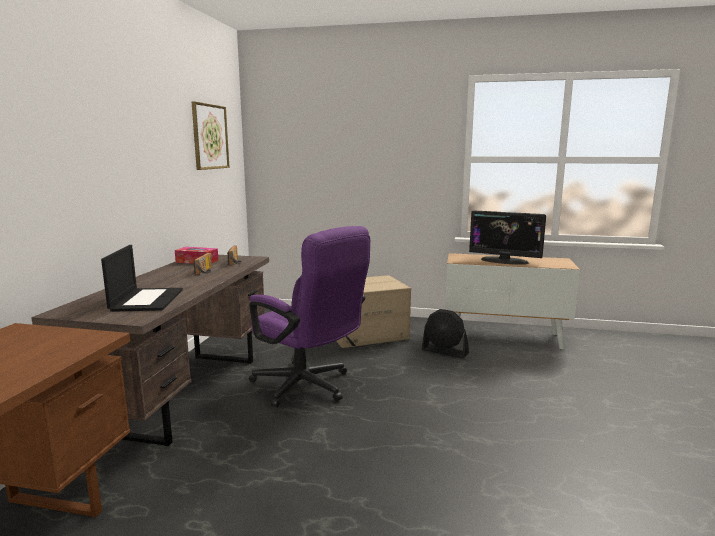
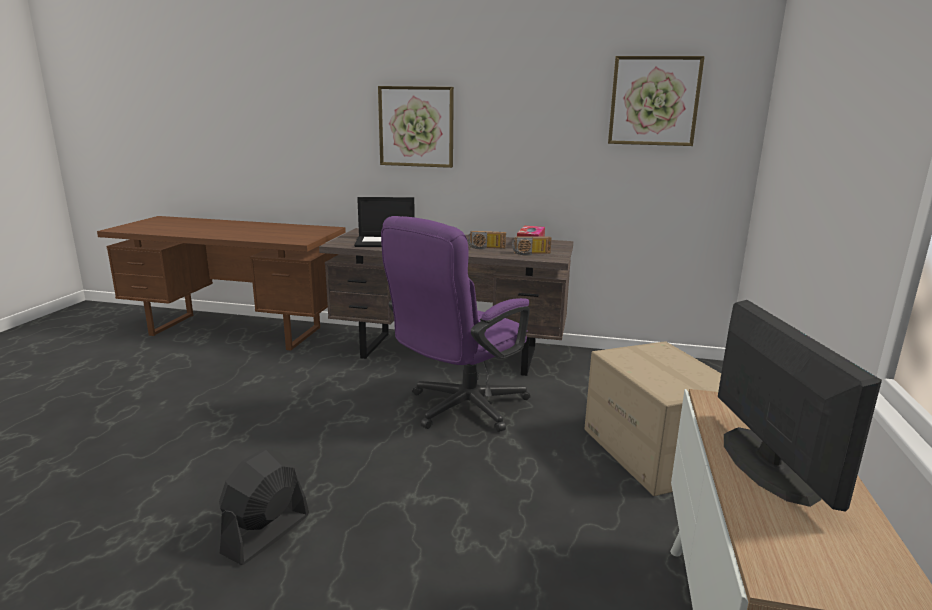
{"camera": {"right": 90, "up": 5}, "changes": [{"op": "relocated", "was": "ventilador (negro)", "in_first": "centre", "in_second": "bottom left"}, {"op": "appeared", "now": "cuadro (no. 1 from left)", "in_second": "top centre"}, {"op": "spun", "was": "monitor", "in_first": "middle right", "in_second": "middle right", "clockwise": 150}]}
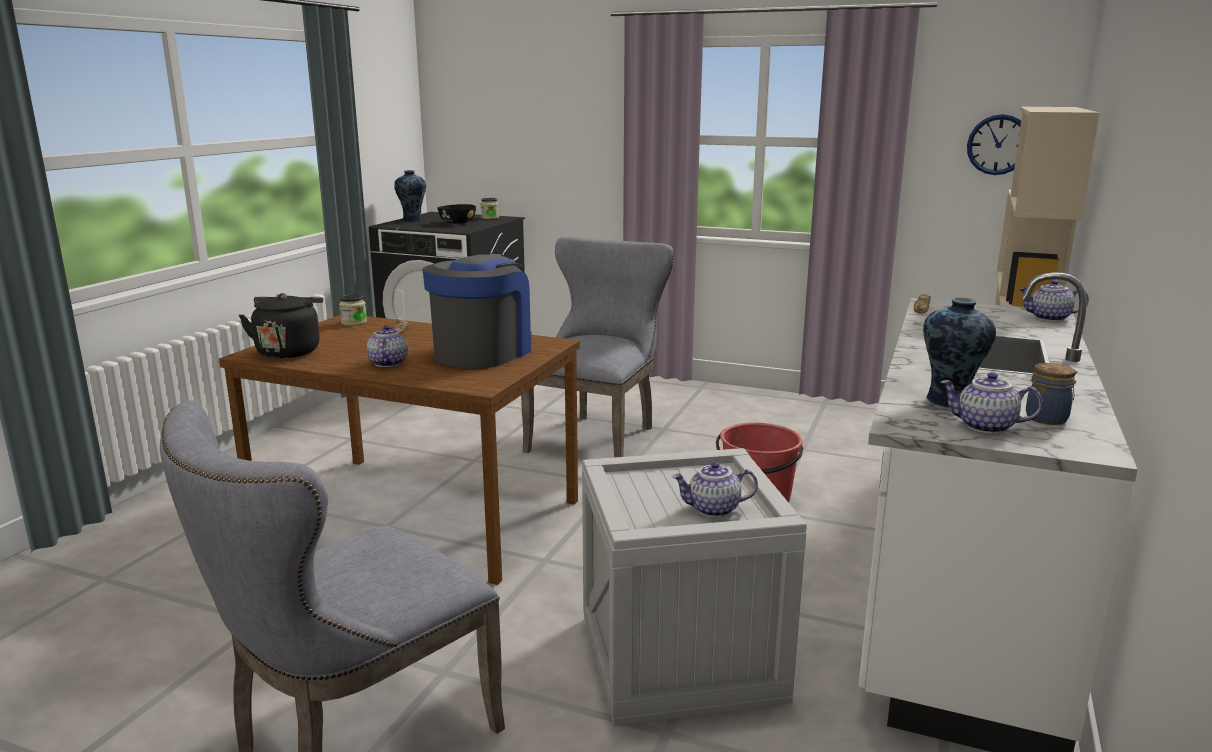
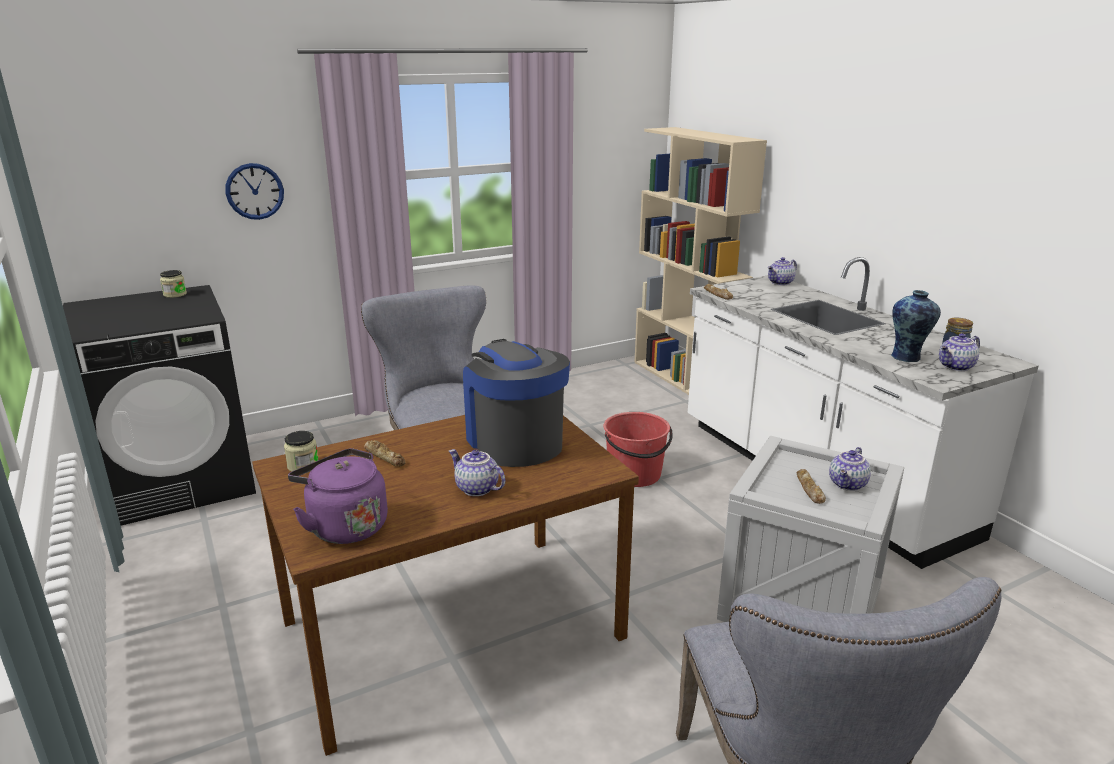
{"camera": {"right": -50, "up": 5}, "changes": [{"op": "relocated", "was": "reloj de pared", "in_first": "top right", "in_second": "top left"}, {"op": "colour", "was": "hervidor (negro)", "now": "hervidor (morado)", "in_first": "middle left", "in_second": "middle left"}, {"op": "appeared", "now": "pan (no. 3 from left)", "in_second": "middle right"}, {"op": "missing", "was": "florero (no. 1 from left)", "in_first": "top centre"}, {"op": "missing", "was": "cuenco (negro)", "in_first": "top centre"}]}
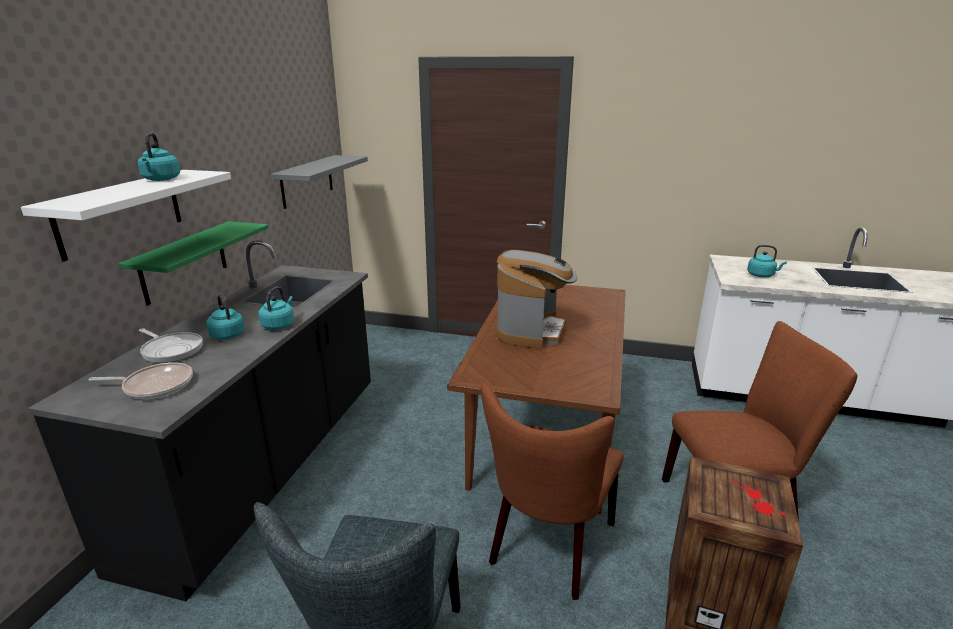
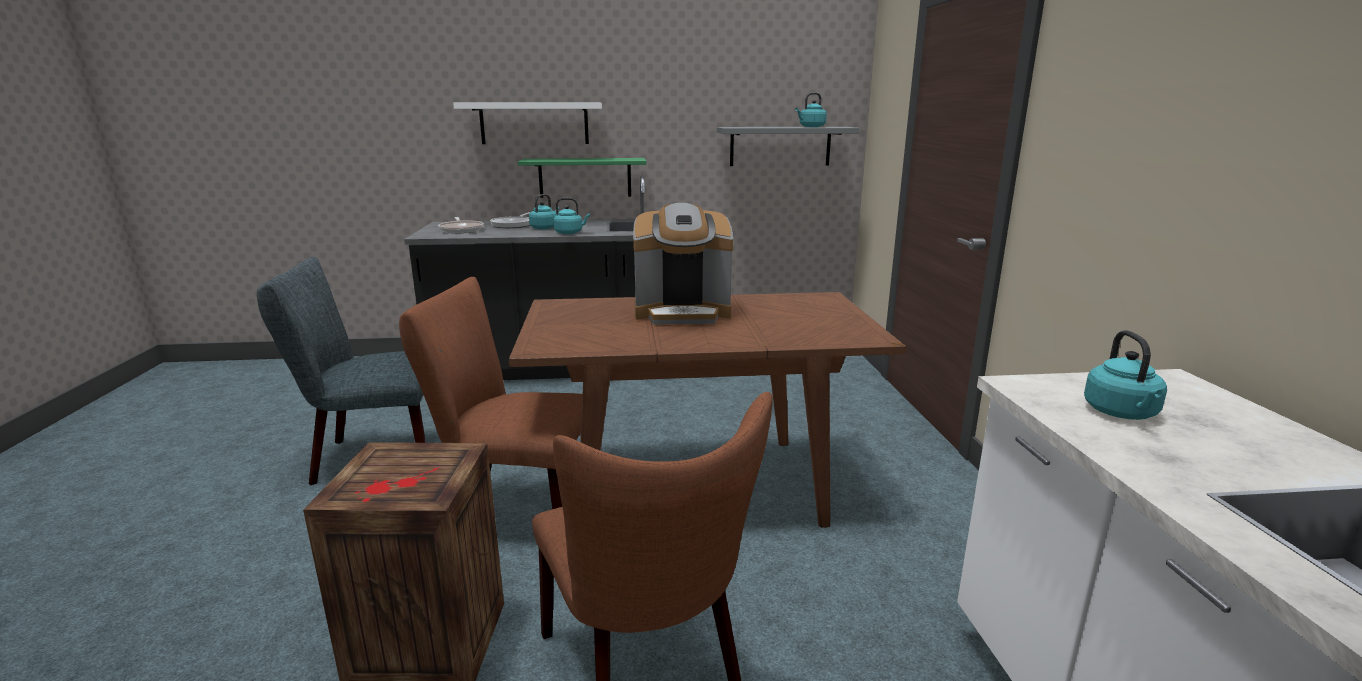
{"camera": {"right": 70, "up": -5}, "changes": [{"op": "relocated", "was": "hervidor (turquesa) (no. 1 from left in the first image)", "now": "hervidor (turquesa) (no. 3 from left)", "in_first": "top left", "in_second": "top centre"}]}
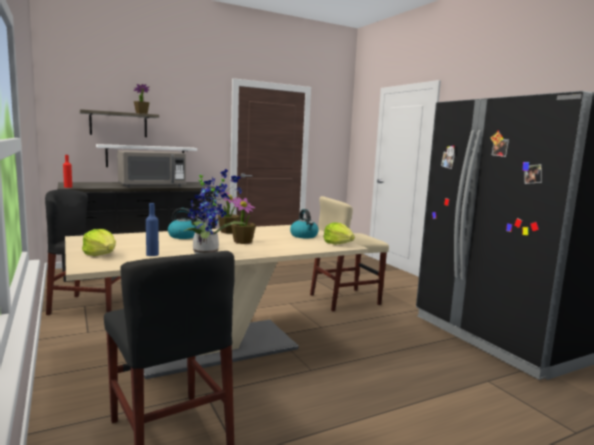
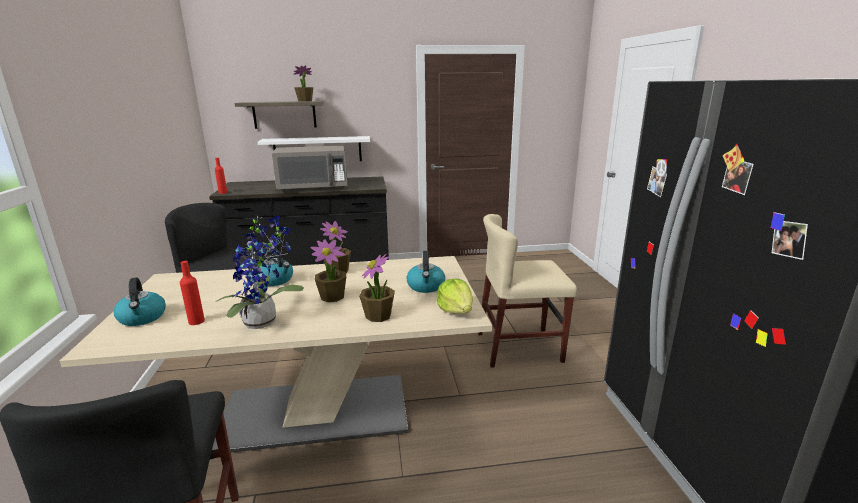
{"camera": {"right": 20, "up": 10}, "changes": [{"op": "exchanged", "was": "lechuga (no. 1 from left)", "now": "hervidor (no. 1 from left)", "in_first": "middle left", "in_second": "middle left"}, {"op": "colour", "was": "botella (azul)", "now": "botella (rojo) (no. 1 from left)", "in_first": "middle left", "in_second": "middle left"}, {"op": "appeared", "now": "planta en maceta (no. 5 from left)", "in_second": "centre"}]}
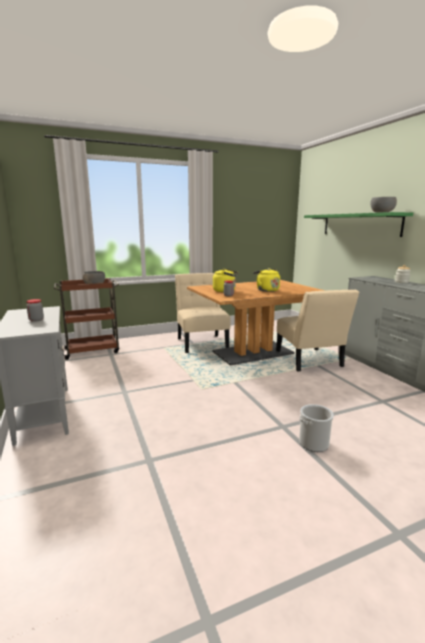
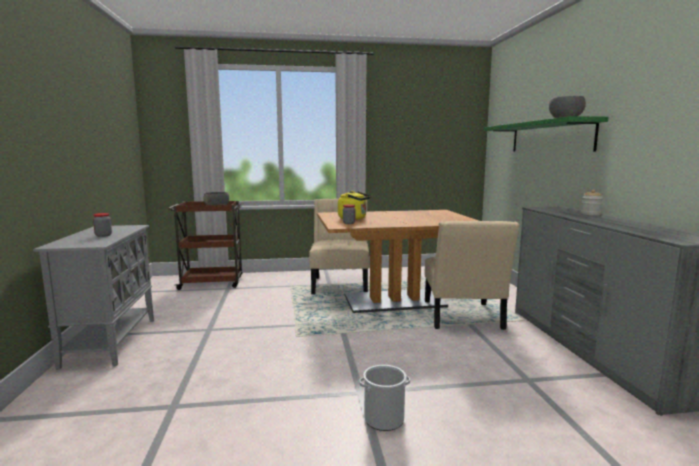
{"camera": {"right": 15, "up": -5}, "changes": [{"op": "missing", "was": "hervidor (amarillo) (no. 2 from left)", "in_first": "centre"}]}
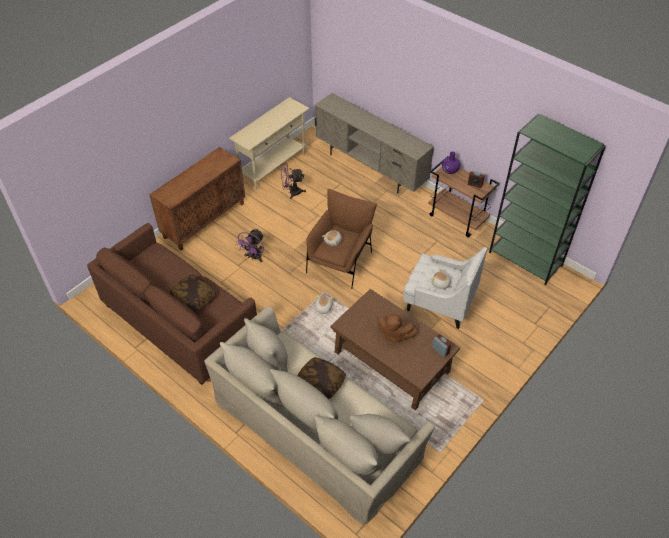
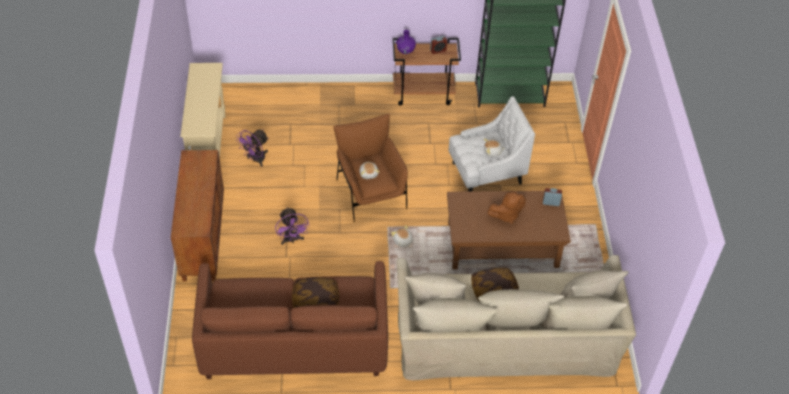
{"camera": {"right": -45, "up": 0}, "changes": [{"op": "missing", "was": "mueble de televisión (beis)", "in_first": "top centre"}]}
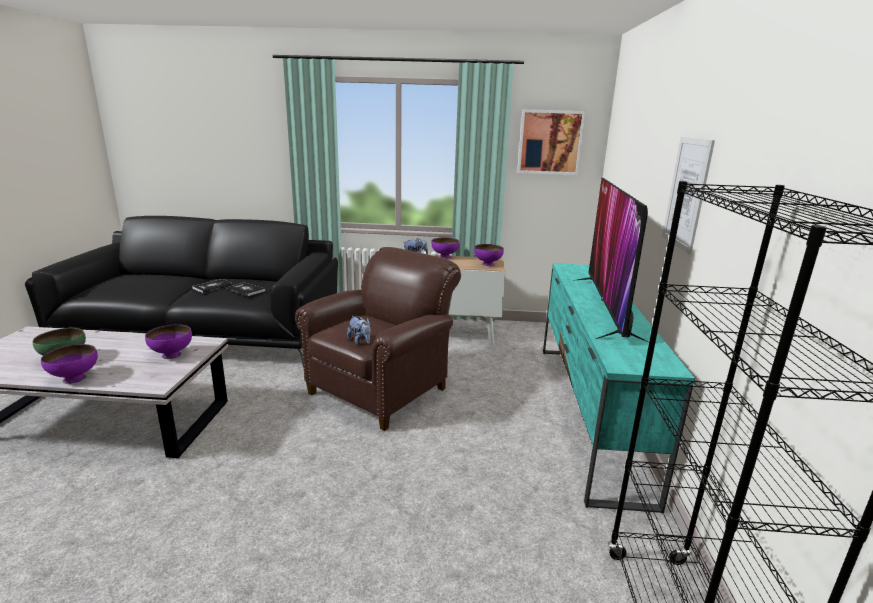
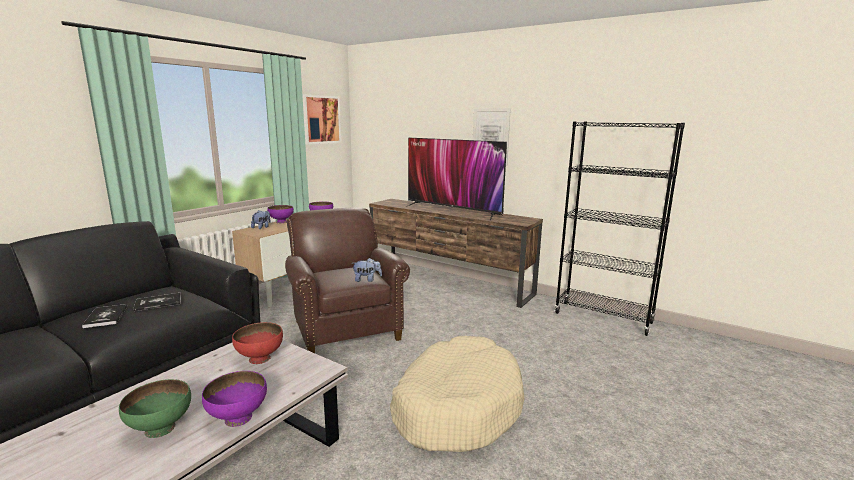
{"camera": {"right": -60, "up": -5}, "changes": [{"op": "colour", "was": "cuenco (morado) (no. 2 from left)", "now": "cuenco (rojo)", "in_first": "middle left", "in_second": "bottom left"}, {"op": "colour", "was": "mueble de televisión (turquesa)", "now": "mueble de televisión (marrón)", "in_first": "middle right", "in_second": "centre"}, {"op": "appeared", "now": "cama para perro (beis)", "in_second": "bottom centre"}]}
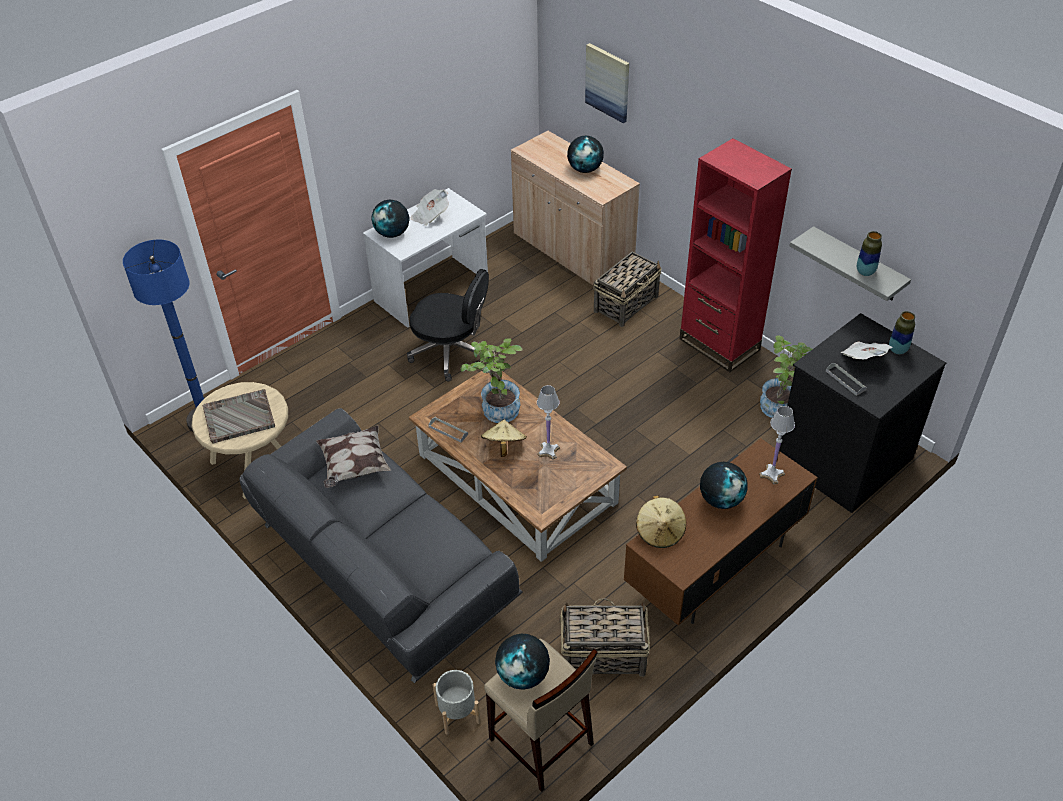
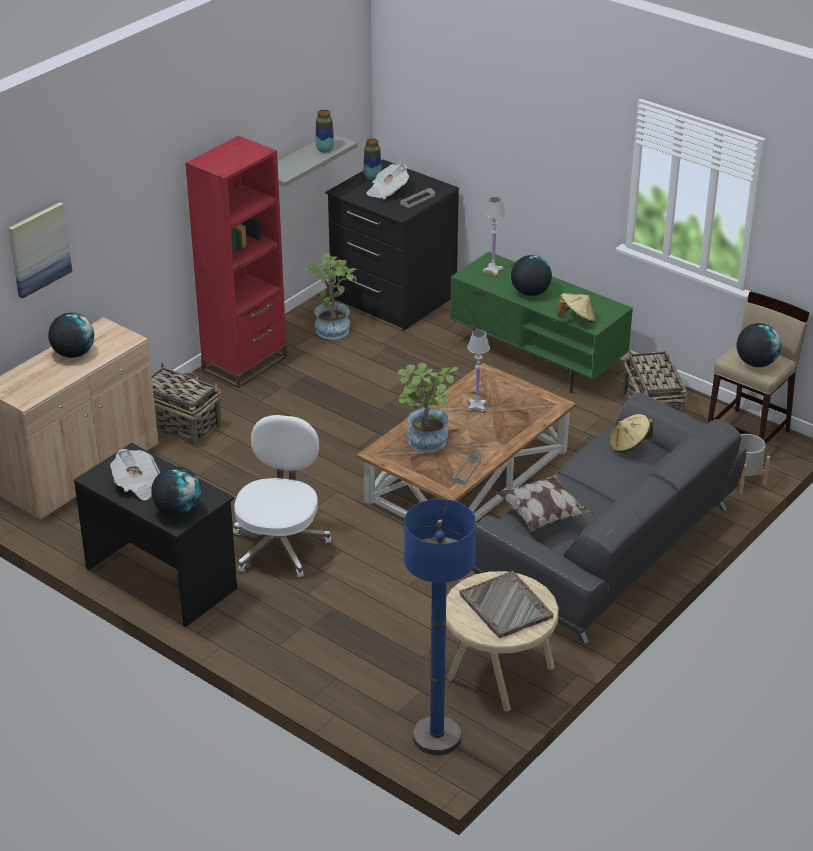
{"camera": {"right": -100, "up": -10}, "changes": [{"op": "colour", "was": "escritorio (blanco)", "now": "escritorio (negro)", "in_first": "top centre", "in_second": "middle left"}, {"op": "colour", "was": "silla de oficina (negro)", "now": "silla de oficina (blanco)", "in_first": "centre", "in_second": "centre"}, {"op": "colour", "was": "mueble de televisión (marrón)", "now": "mueble de televisión (verde)", "in_first": "middle right", "in_second": "centre"}, {"op": "relocated", "was": "sombrero (beis) (no. 1 from left in the first image)", "now": "sombrero (beis) (no. 2 from left)", "in_first": "centre", "in_second": "middle right"}]}
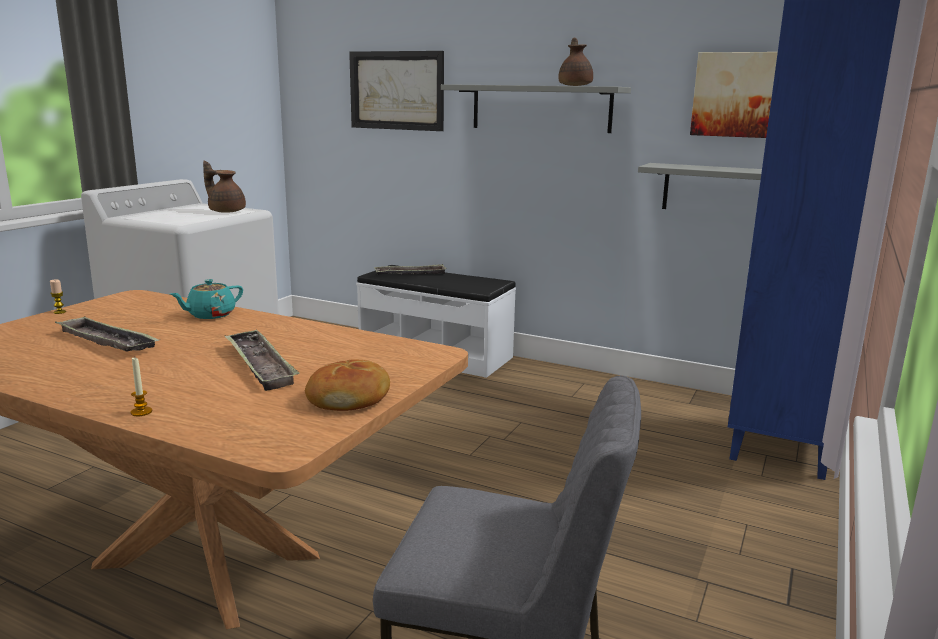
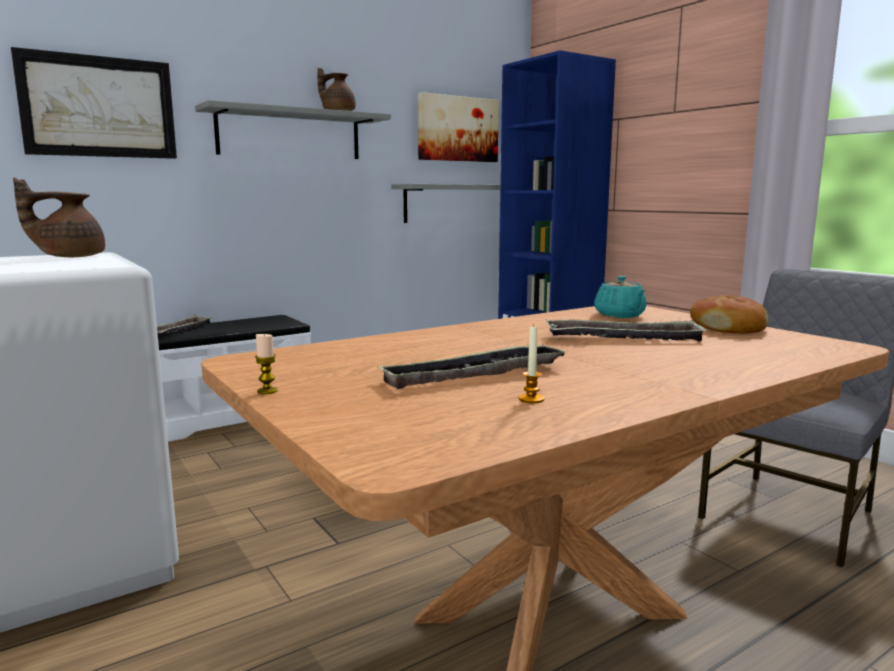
{"camera": {"right": -60, "up": -5}, "changes": [{"op": "relocated", "was": "vela (no. 2 from left)", "in_first": "middle left", "in_second": "centre"}, {"op": "relocated", "was": "tetera (turquesa)", "in_first": "middle left", "in_second": "middle right"}]}
